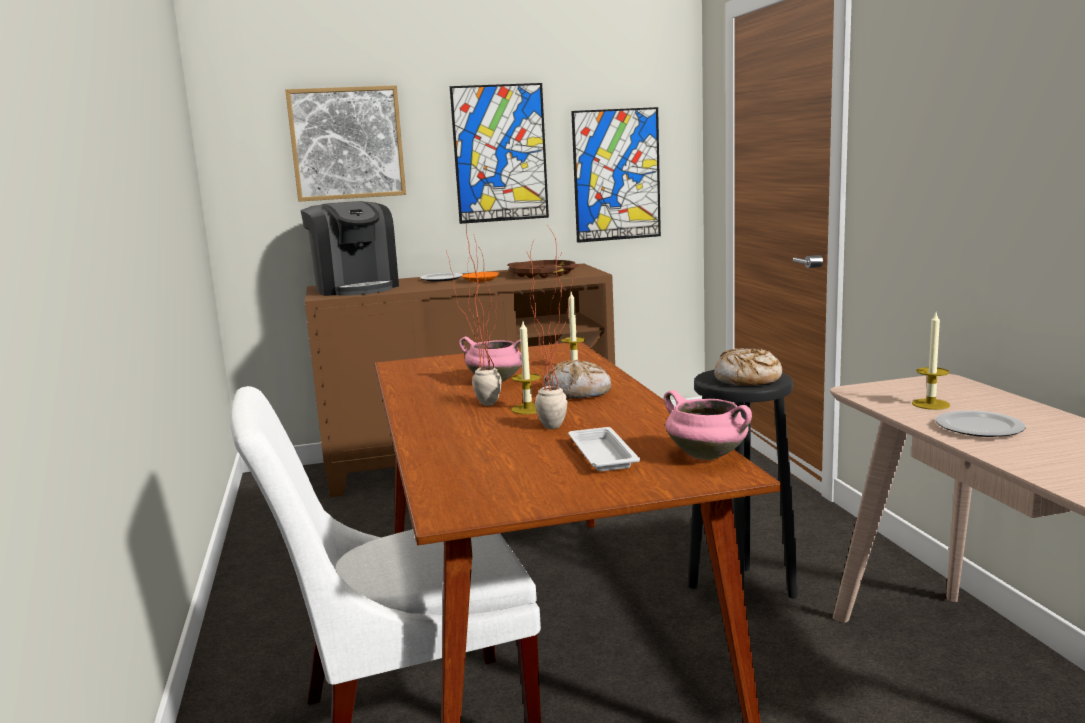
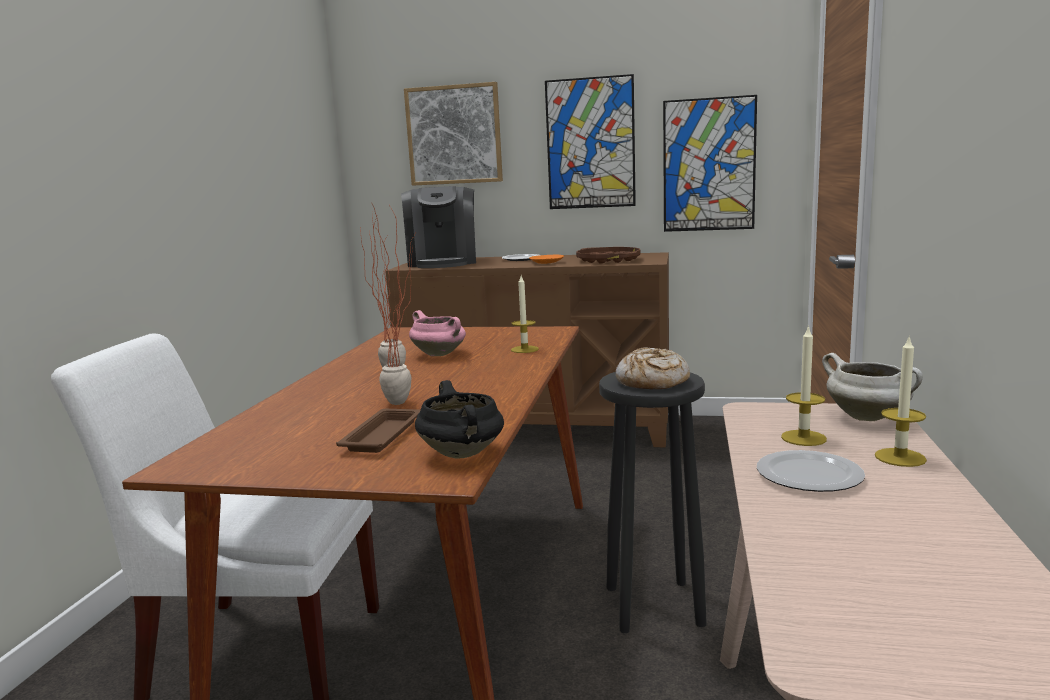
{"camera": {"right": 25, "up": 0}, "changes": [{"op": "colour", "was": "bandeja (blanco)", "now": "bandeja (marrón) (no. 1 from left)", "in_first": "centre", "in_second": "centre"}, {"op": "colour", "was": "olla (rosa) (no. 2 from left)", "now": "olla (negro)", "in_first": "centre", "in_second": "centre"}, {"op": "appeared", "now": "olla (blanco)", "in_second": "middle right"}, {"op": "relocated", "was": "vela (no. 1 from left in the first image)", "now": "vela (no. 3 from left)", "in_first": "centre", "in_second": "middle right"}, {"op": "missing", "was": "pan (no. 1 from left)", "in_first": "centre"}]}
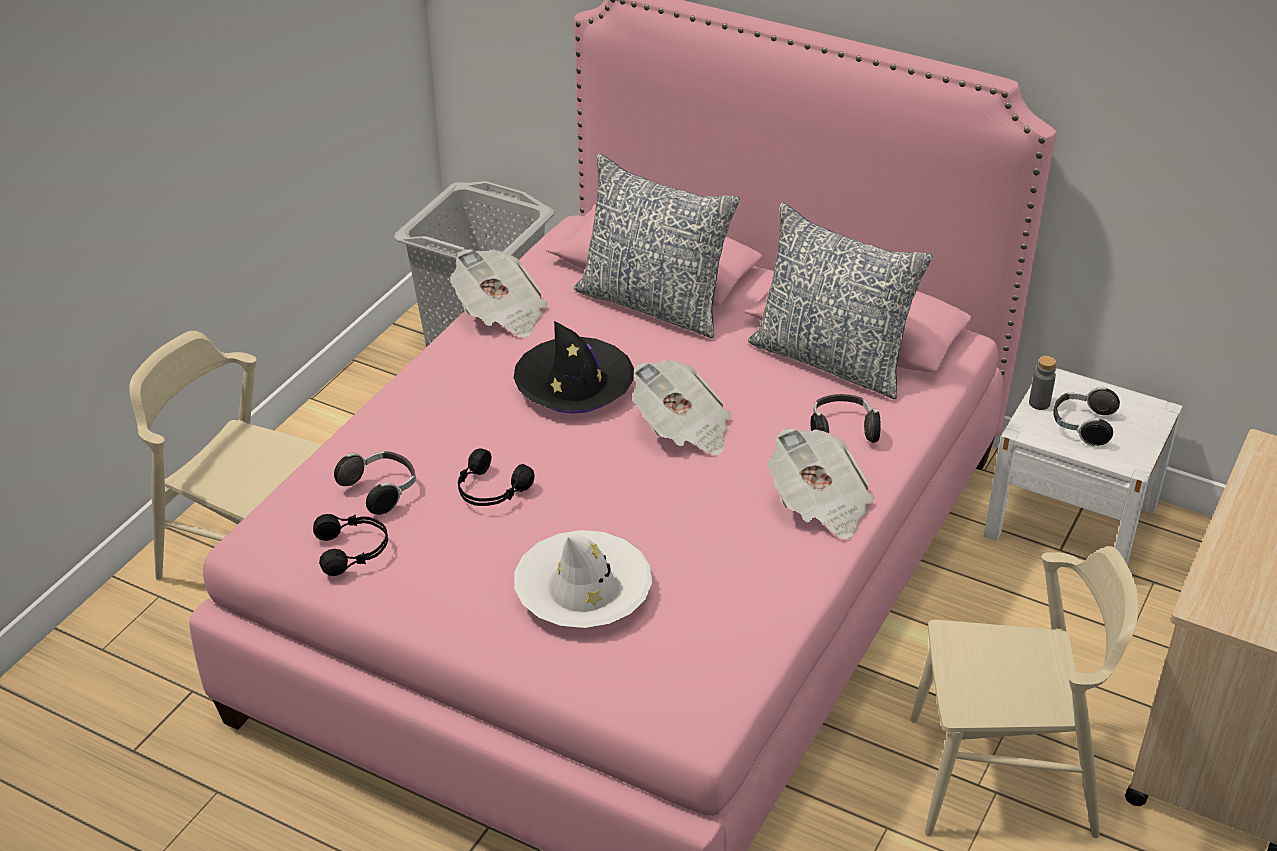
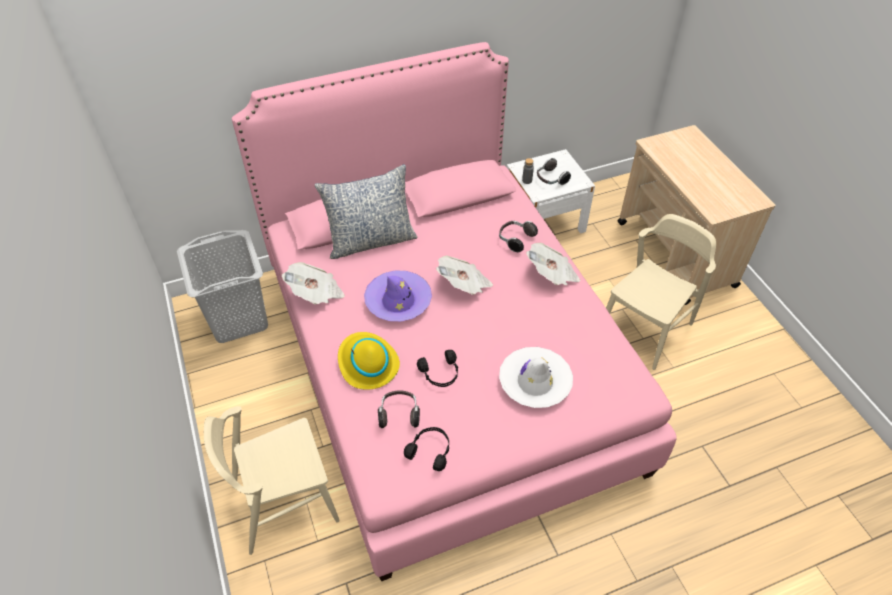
{"camera": {"right": -50, "up": 10}, "changes": [{"op": "appeared", "now": "sombrero (amarillo)", "in_second": "centre"}, {"op": "colour", "was": "sombrero (negro)", "now": "sombrero (morado)", "in_first": "centre", "in_second": "centre"}, {"op": "missing", "was": "cojín (no. 2 from left)", "in_first": "centre"}]}
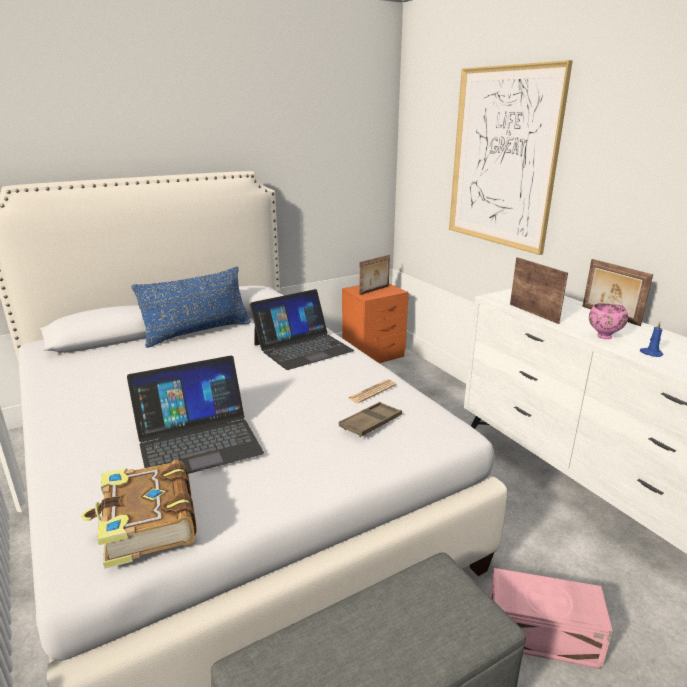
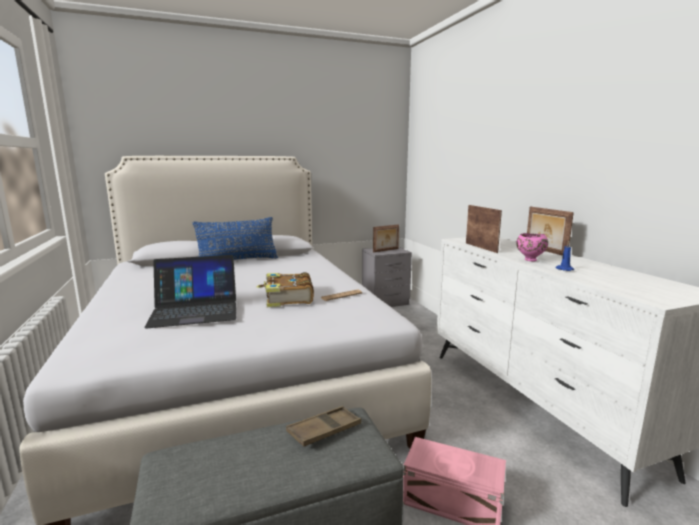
{"camera": {"right": 10, "up": -10}, "changes": [{"op": "relocated", "was": "libro", "in_first": "bottom left", "in_second": "centre"}, {"op": "relocated", "was": "bandeja (marrón)", "in_first": "centre", "in_second": "bottom centre"}, {"op": "colour", "was": "mesita de noche (naranja)", "now": "mesita de noche (gris)", "in_first": "centre", "in_second": "centre"}, {"op": "missing", "was": "portátil (no. 2 from left)", "in_first": "centre"}, {"op": "missing", "was": "cuadro", "in_first": "top right"}]}
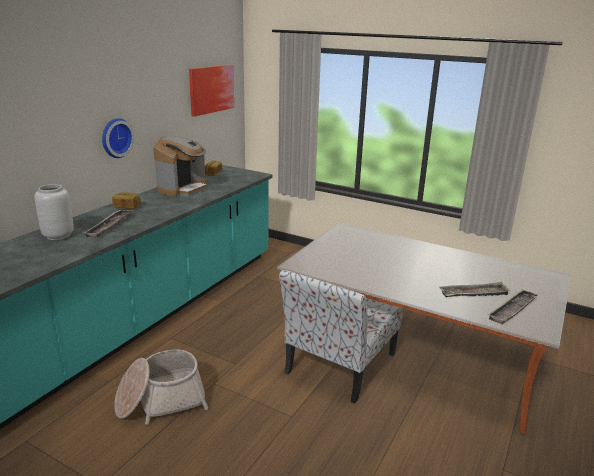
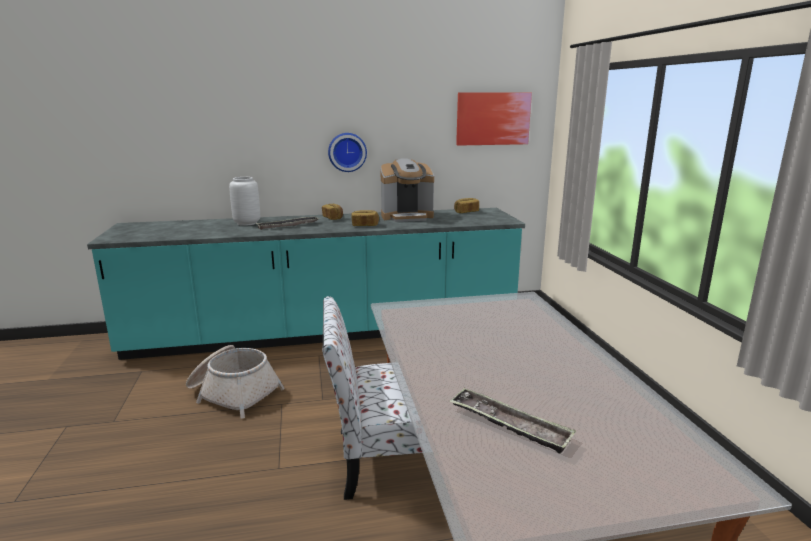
{"camera": {"right": 50, "up": -5}, "changes": [{"op": "appeared", "now": "pan (no. 2 from left)", "in_second": "centre"}, {"op": "missing", "was": "bandeja (no. 3 from left)", "in_first": "middle right"}]}
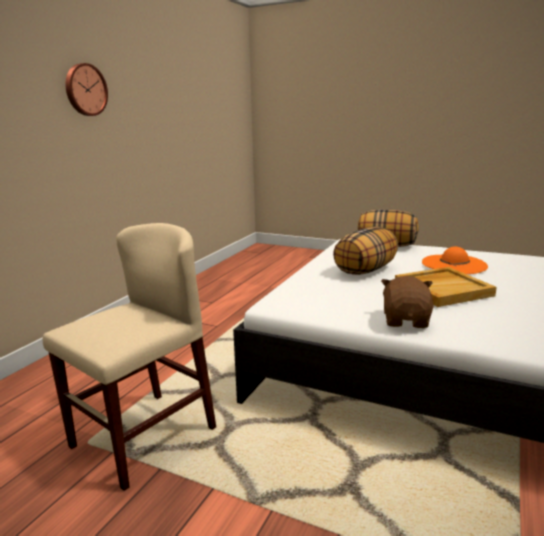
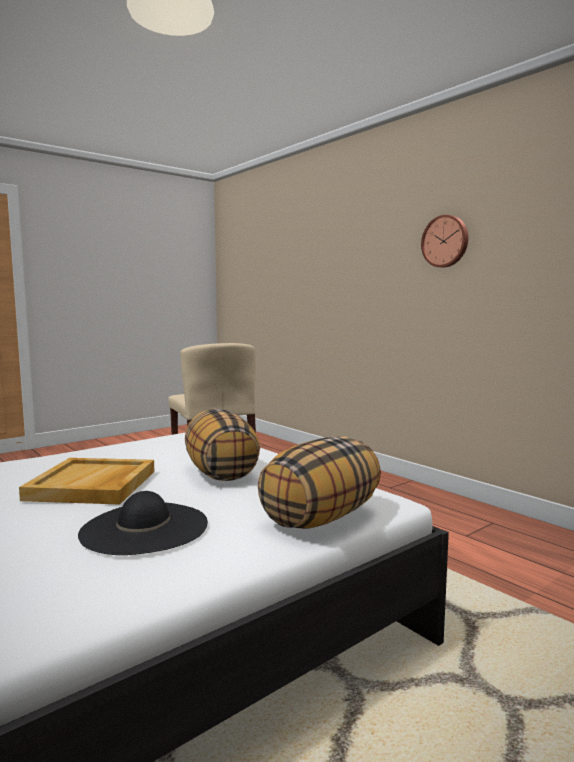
{"camera": {"right": 115, "up": -10}, "changes": [{"op": "colour", "was": "sombrero (naranja)", "now": "sombrero (negro)", "in_first": "middle right", "in_second": "bottom left"}, {"op": "missing", "was": "peluche (marrón)", "in_first": "middle right"}]}
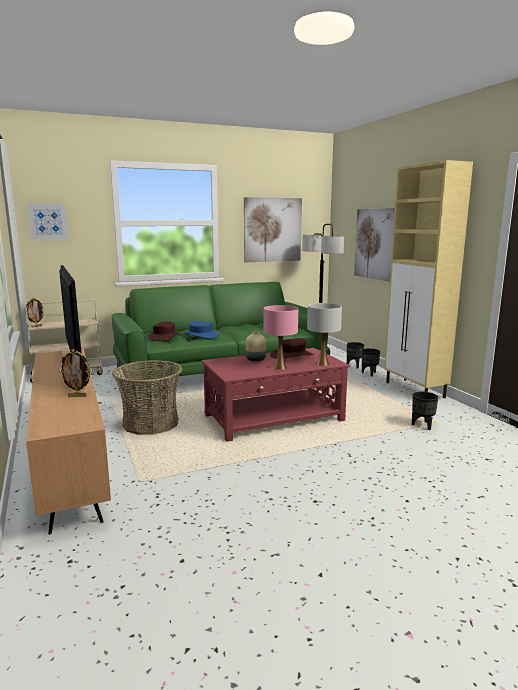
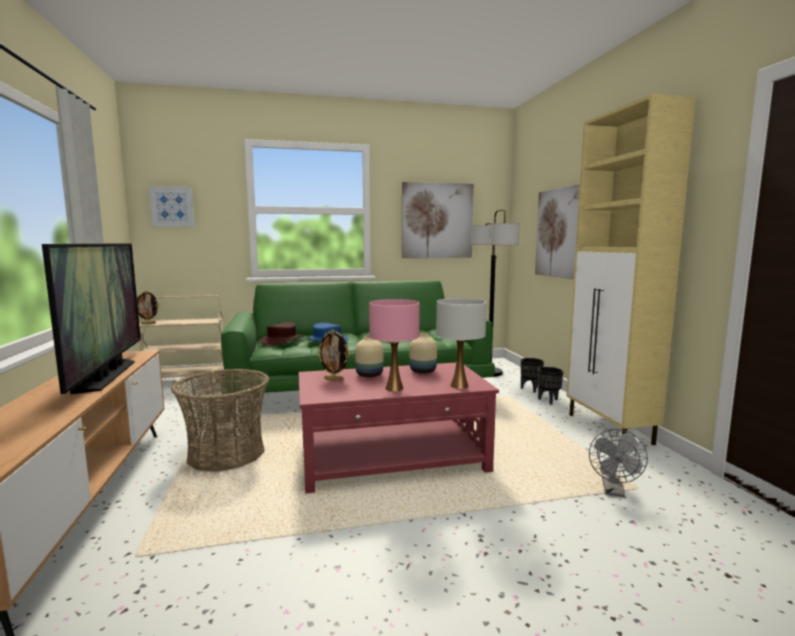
{"camera": {"right": 10, "up": -5}, "changes": [{"op": "relocated", "was": "portarretratos (no. 2 from left)", "in_first": "middle left", "in_second": "centre"}, {"op": "exchanged", "was": "sombrero (marrón) (no. 2 from left)", "now": "florero (beis) (no. 2 from left)", "in_first": "centre", "in_second": "centre"}, {"op": "exchanged", "was": "maceta (negro) (no. 3 from left)", "now": "ventilador (gris)", "in_first": "middle right", "in_second": "bottom right"}]}
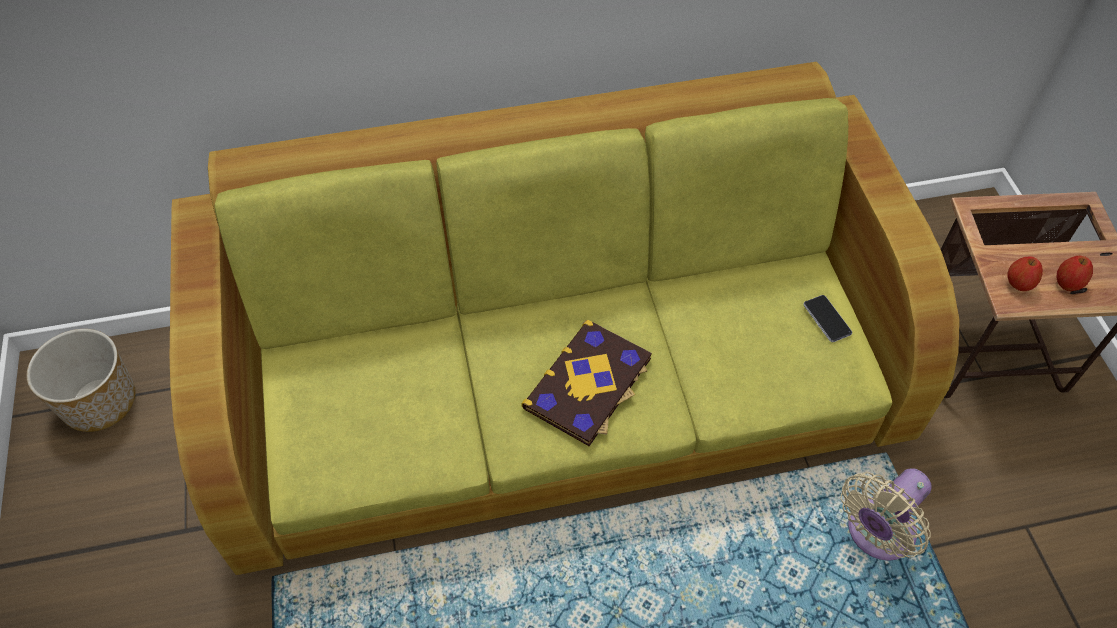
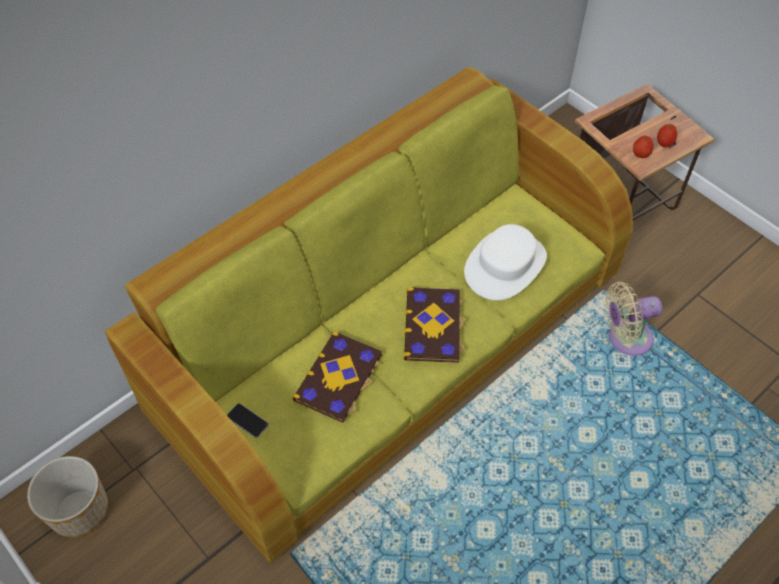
{"camera": {"right": -30, "up": 0}, "changes": [{"op": "relocated", "was": "móvil", "in_first": "middle right", "in_second": "bottom left"}, {"op": "appeared", "now": "libro (no. 1 from left)", "in_second": "centre"}, {"op": "appeared", "now": "sombrero (blanco)", "in_second": "centre"}, {"op": "spun", "was": "ventilador (beis)", "in_first": "bottom right", "in_second": "middle right", "clockwise": 60}]}
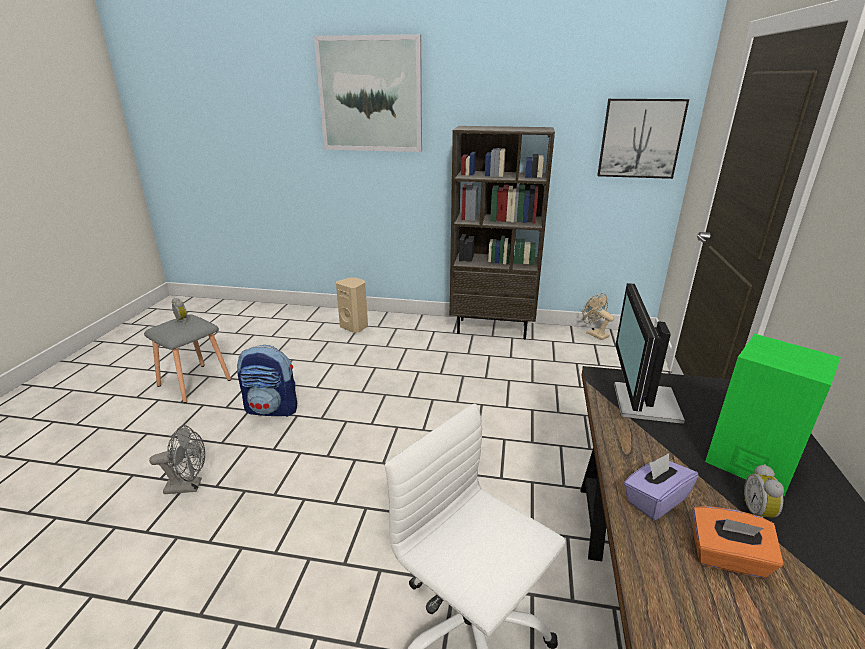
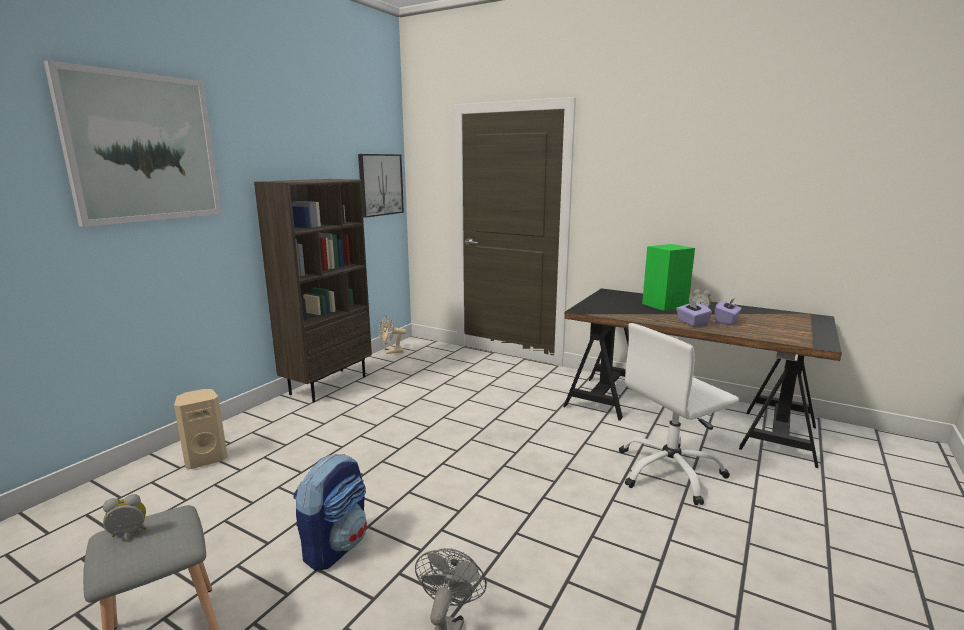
{"camera": {"right": -70, "up": -10}, "changes": [{"op": "colour", "was": "caja de pañuelos (naranja)", "now": "caja de pañuelos (morado) (no. 2 from left)", "in_first": "bottom right", "in_second": "middle right"}, {"op": "missing", "was": "monitor", "in_first": "middle right"}]}
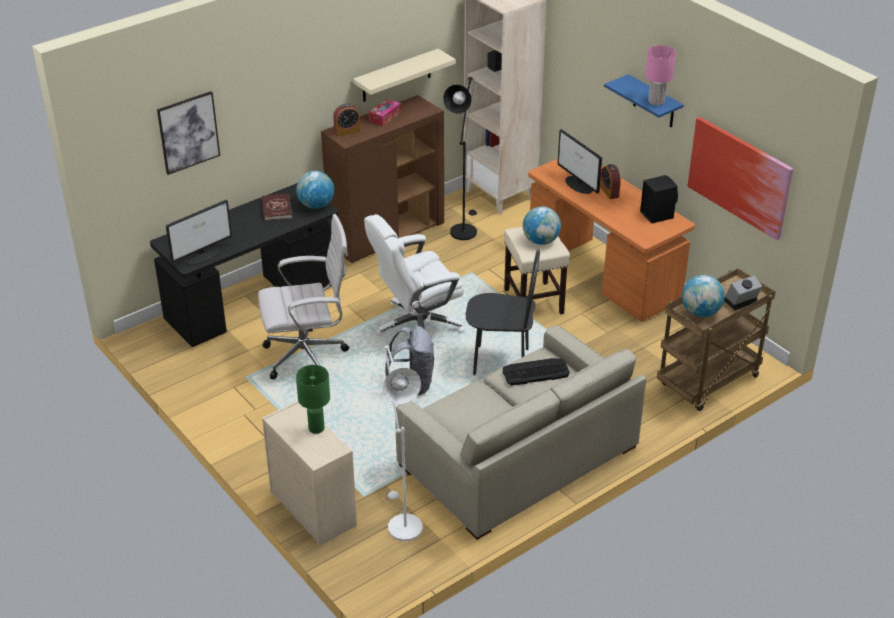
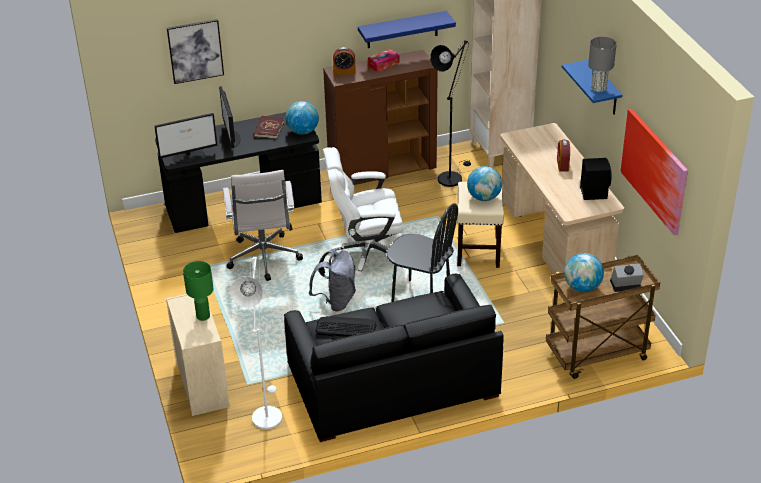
{"camera": {"right": 20, "up": 0}, "changes": [{"op": "relocated", "was": "monitor (no. 2 from left)", "in_first": "top centre", "in_second": "top left"}, {"op": "spun", "was": "silla de oficina (blanco) (no. 1 from left)", "in_first": "centre", "in_second": "centre", "clockwise": 75}, {"op": "colour", "was": "sofá (beis)", "now": "sofá (negro)", "in_first": "bottom centre", "in_second": "bottom centre"}, {"op": "relocated", "was": "teclado", "in_first": "centre", "in_second": "bottom centre"}, {"op": "colour", "was": "estante (beis)", "now": "estante (azul) (no. 1 from left)", "in_first": "top centre", "in_second": "top centre"}, {"op": "colour", "was": "escritorio (naranja)", "now": "escritorio (beis)", "in_first": "middle right", "in_second": "middle right"}, {"op": "colour", "was": "lámpara de mesa (rosa)", "now": "lámpara de mesa (gris)", "in_first": "top right", "in_second": "top right"}]}
